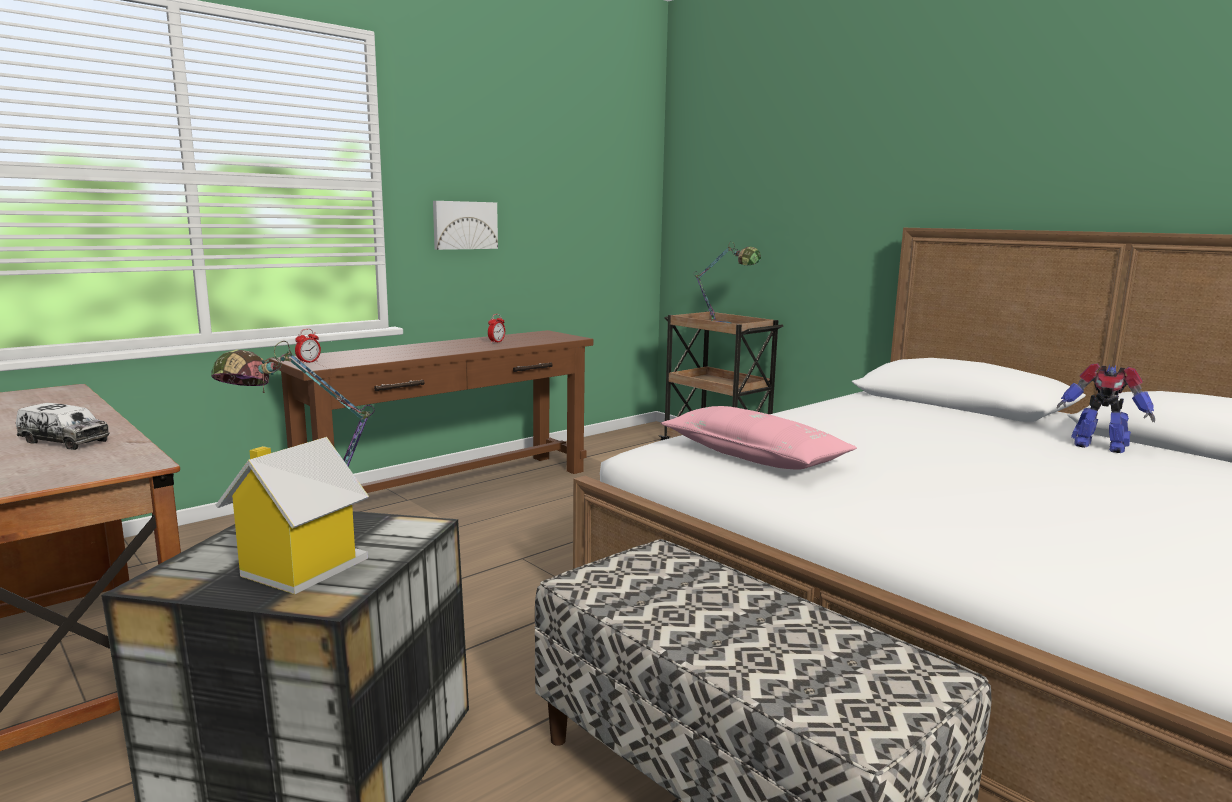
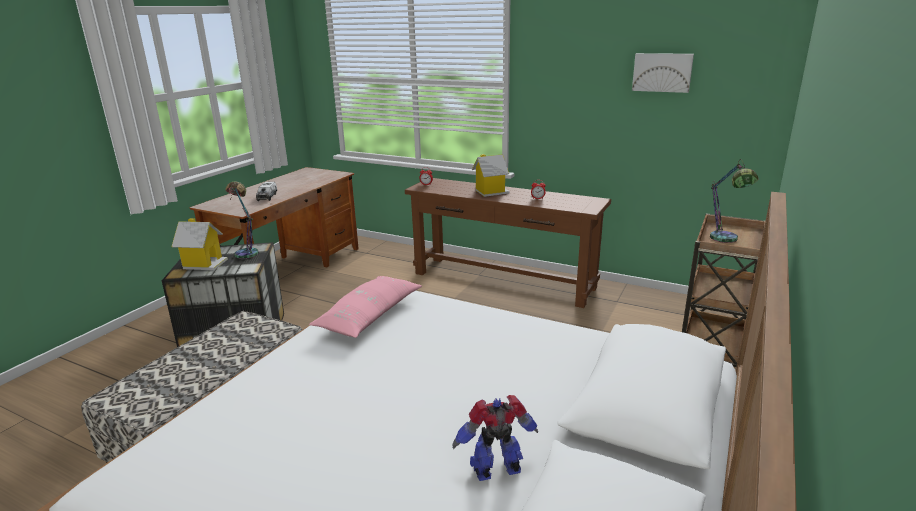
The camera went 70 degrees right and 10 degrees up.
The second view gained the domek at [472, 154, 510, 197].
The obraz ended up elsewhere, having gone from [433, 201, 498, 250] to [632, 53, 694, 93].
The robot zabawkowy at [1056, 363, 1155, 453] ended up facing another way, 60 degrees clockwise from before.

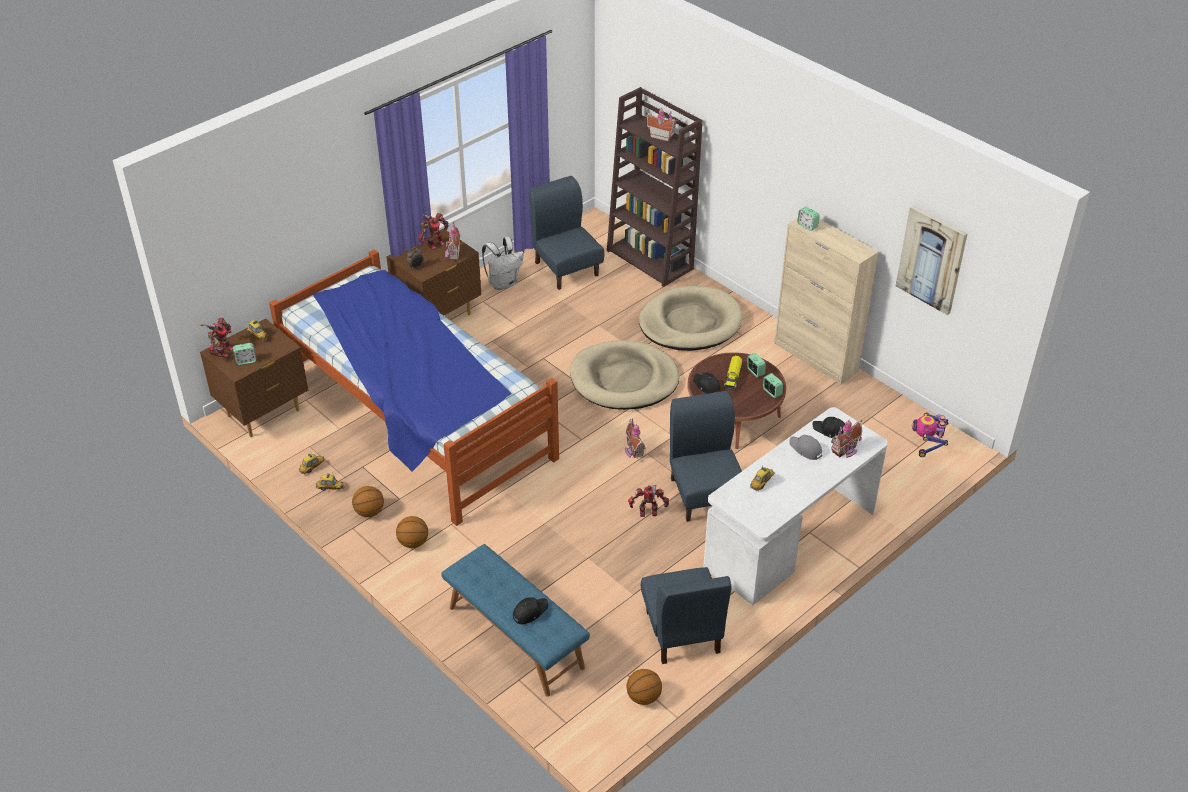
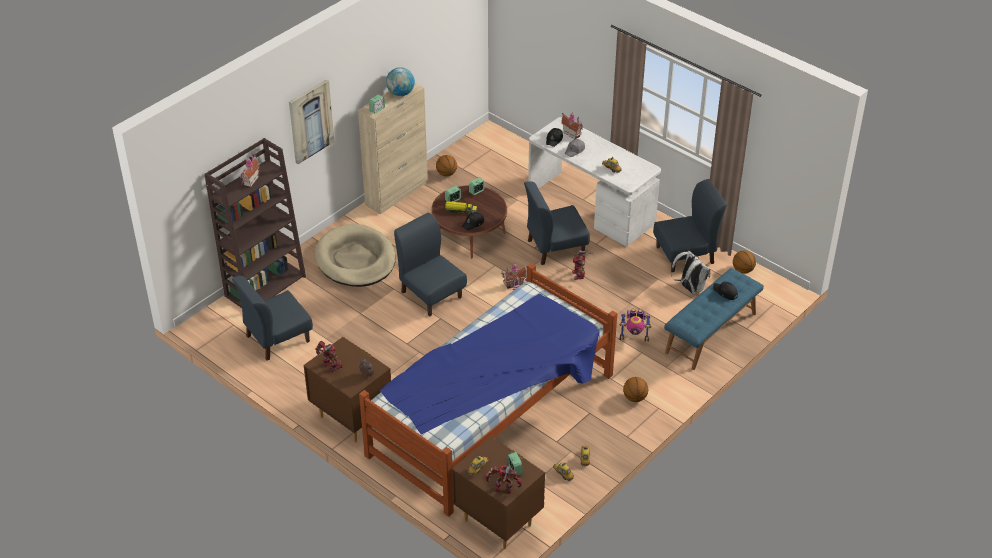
The camera went 95 degrees left and 0 degrees up.
The second view lost the domek at [445, 221, 460, 259].
The second view gained the globus at [386, 67, 415, 96].
The piłka do koszykówki ended up elsewhere, having gone from [352, 486, 384, 517] to [436, 155, 457, 176].
The plecak (biały) ended up elsewhere, having gone from [482, 237, 524, 290] to [671, 251, 710, 295].
The obraz ended up elsewhere, having gone from [896, 205, 967, 315] to [289, 80, 334, 164].
The robot zabawkowy ended up elsewhere, having gone from [912, 413, 948, 457] to [619, 309, 652, 342].
Where the legowisko (beżowy) stood at [570, 340, 679, 410], the krzesło (niebieski) came to stand at [394, 213, 467, 316].

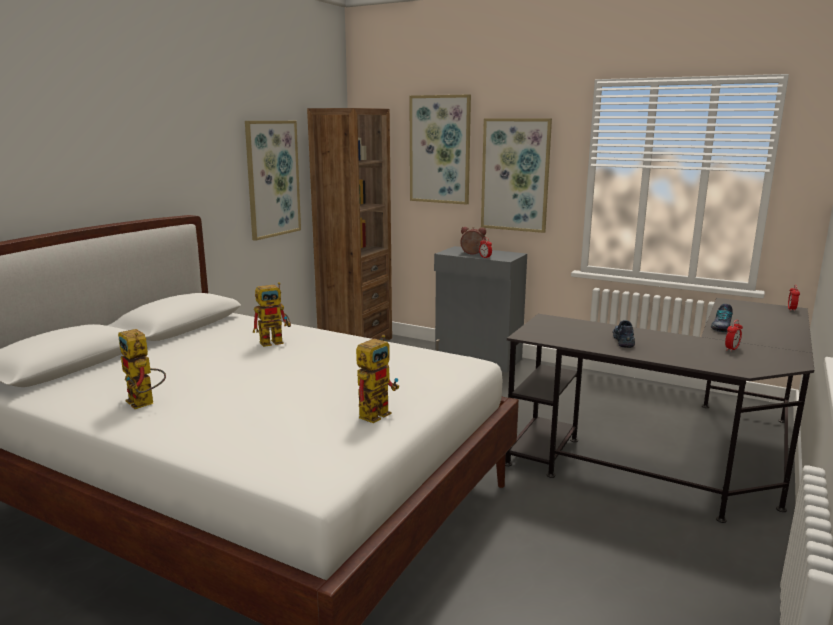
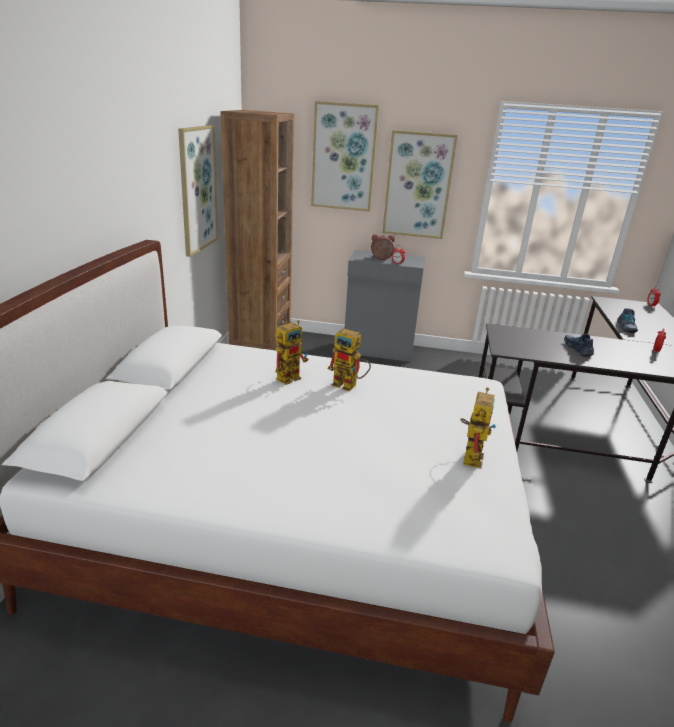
The camera went 20 degrees left and 10 degrees up.
The robot zabawkowy ended up elsewhere, having gone from [118, 329, 166, 409] to [328, 328, 371, 391].

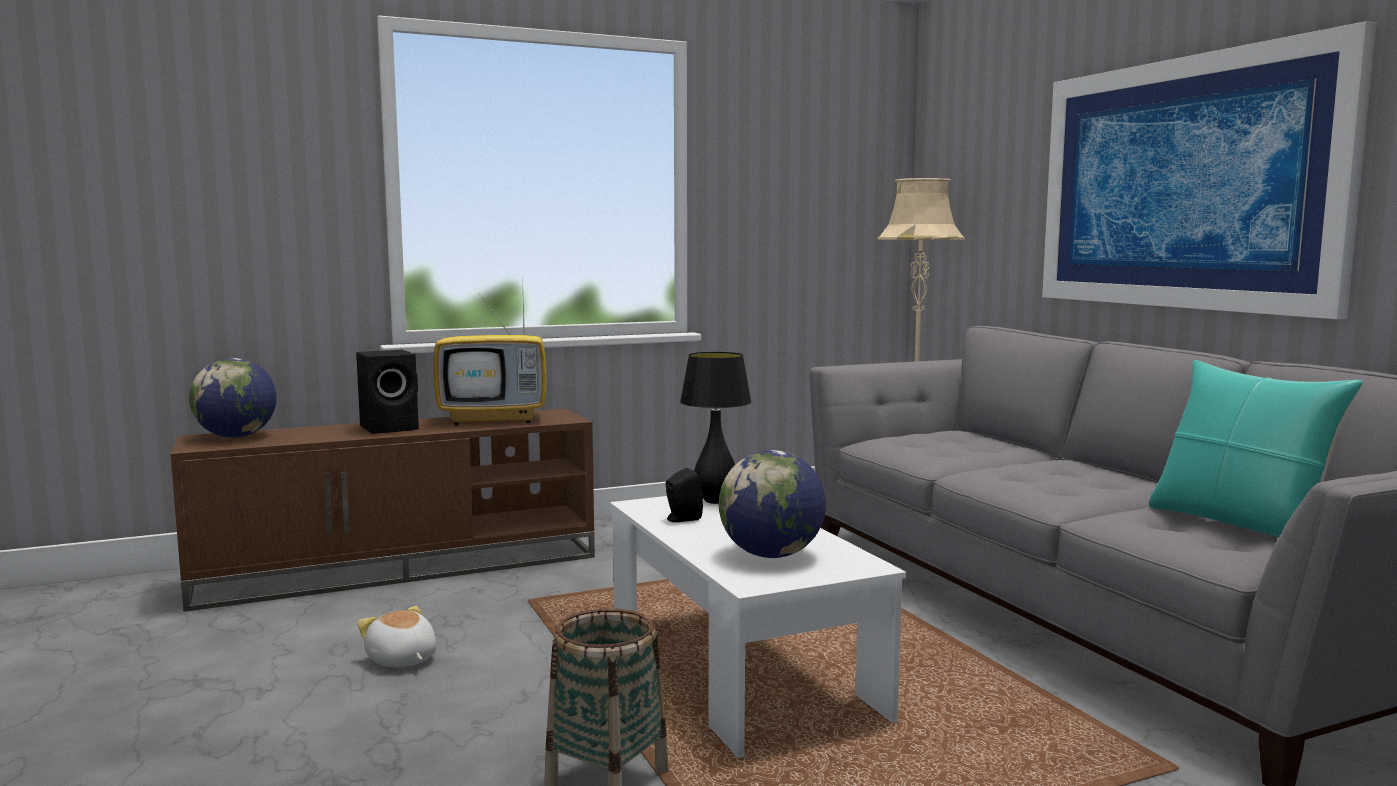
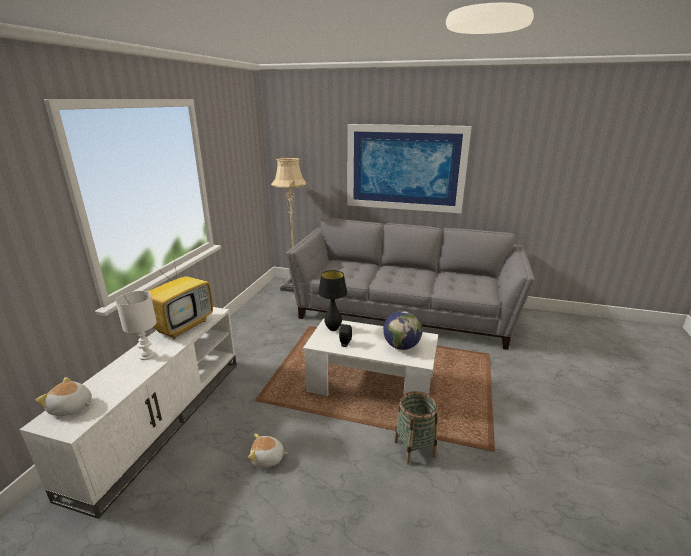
The camera went 50 degrees left and 15 degrees up.
The second view lost the poduszka (turkusowy) at [1149, 360, 1362, 538].
Where the globus stood at [189, 358, 277, 438], the pluszak came to stand at [36, 377, 92, 416].
Where the głośnik (czarny) stood at [356, 350, 419, 434], the lampa stołowa (biały) came to stand at [115, 291, 157, 360].
What was the szafka pod telewizor (brązowy) at [171, 409, 595, 612] turned into the szafka pod telewizor (biały) at [19, 307, 237, 519].

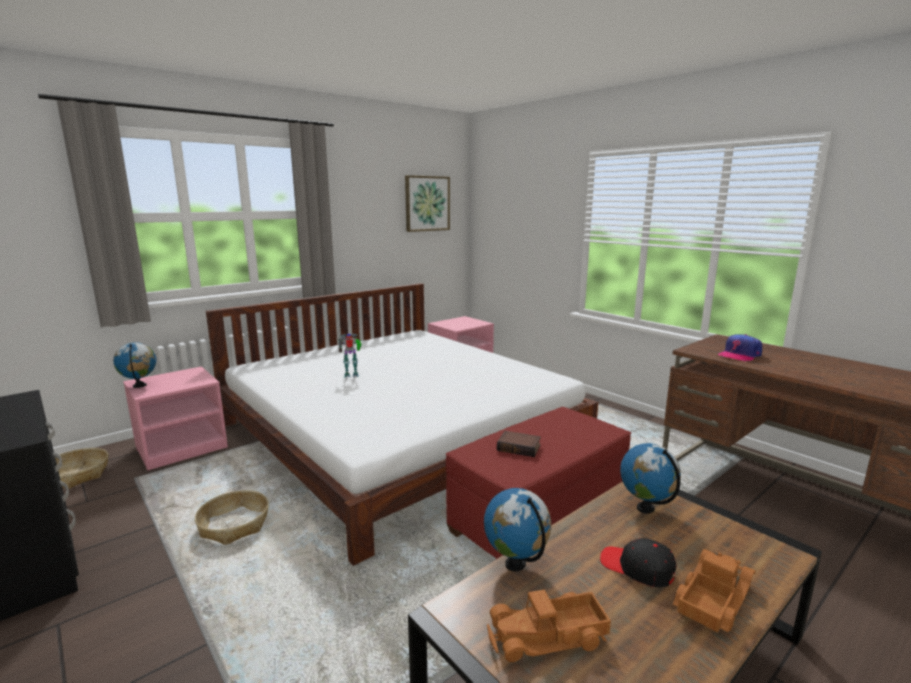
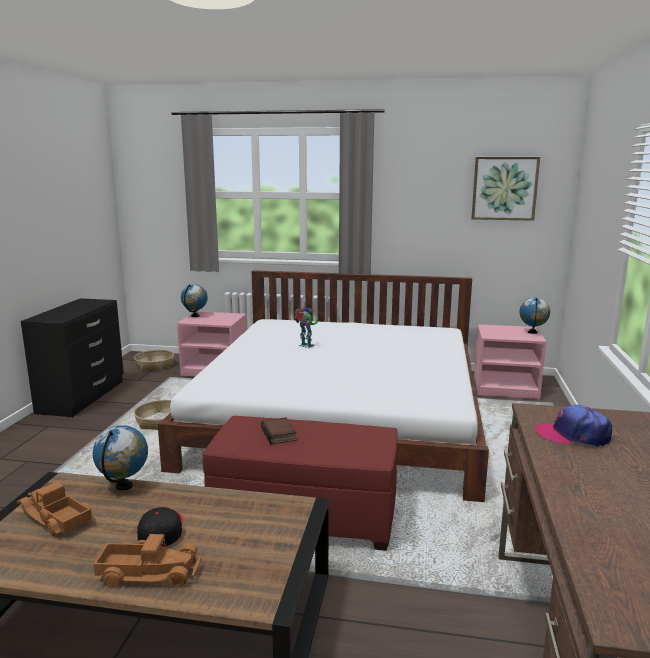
The camera went 50 degrees right and 0 degrees up.
The globus ended up elsewhere, having gone from [620, 443, 681, 514] to [520, 298, 550, 334].

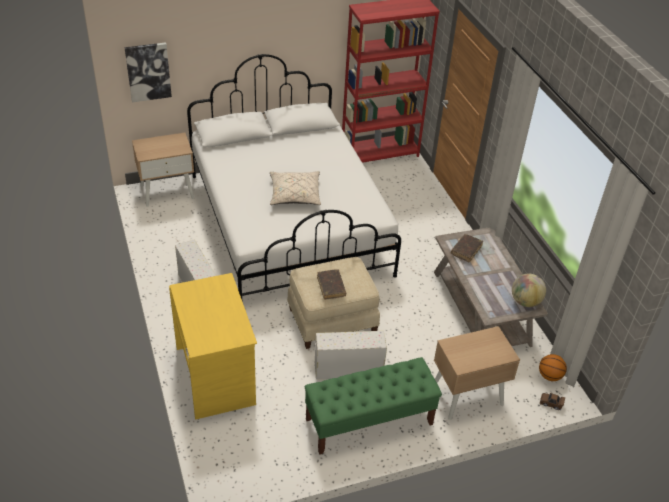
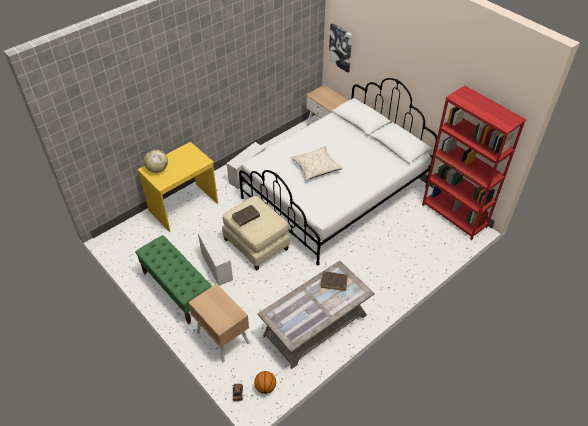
The camera went 70 degrees right and 5 degrees up.
The globus ended up elsewhere, having gone from [512, 274, 546, 307] to [144, 149, 168, 173].

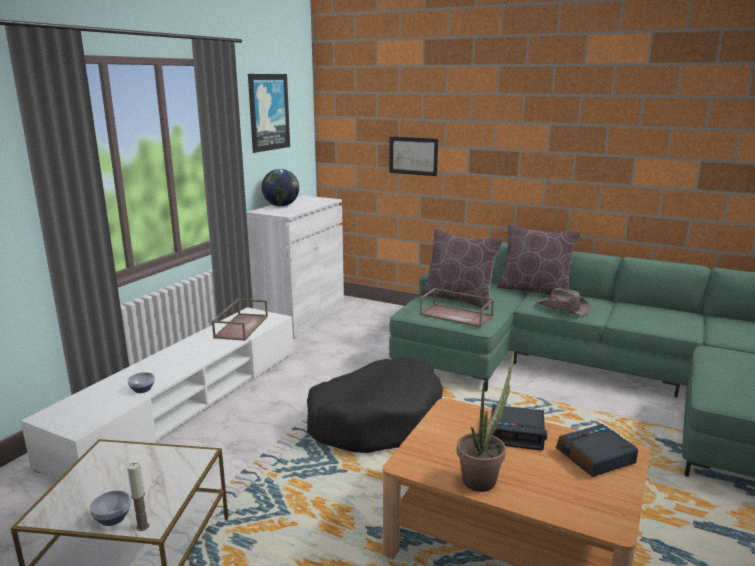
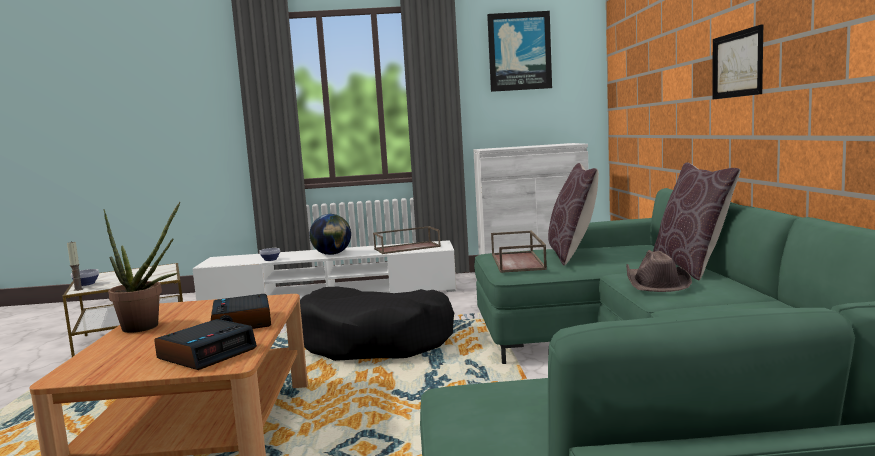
The camera went 60 degrees right and 10 degrees down.
The globus ended up elsewhere, having gone from [262, 169, 299, 206] to [309, 214, 351, 255].
The obraz ended up elsewhere, having gone from [389, 137, 438, 176] to [712, 24, 763, 99].
The budzik at [556, 424, 638, 477] ended up facing another way, 90 degrees clockwise from before.

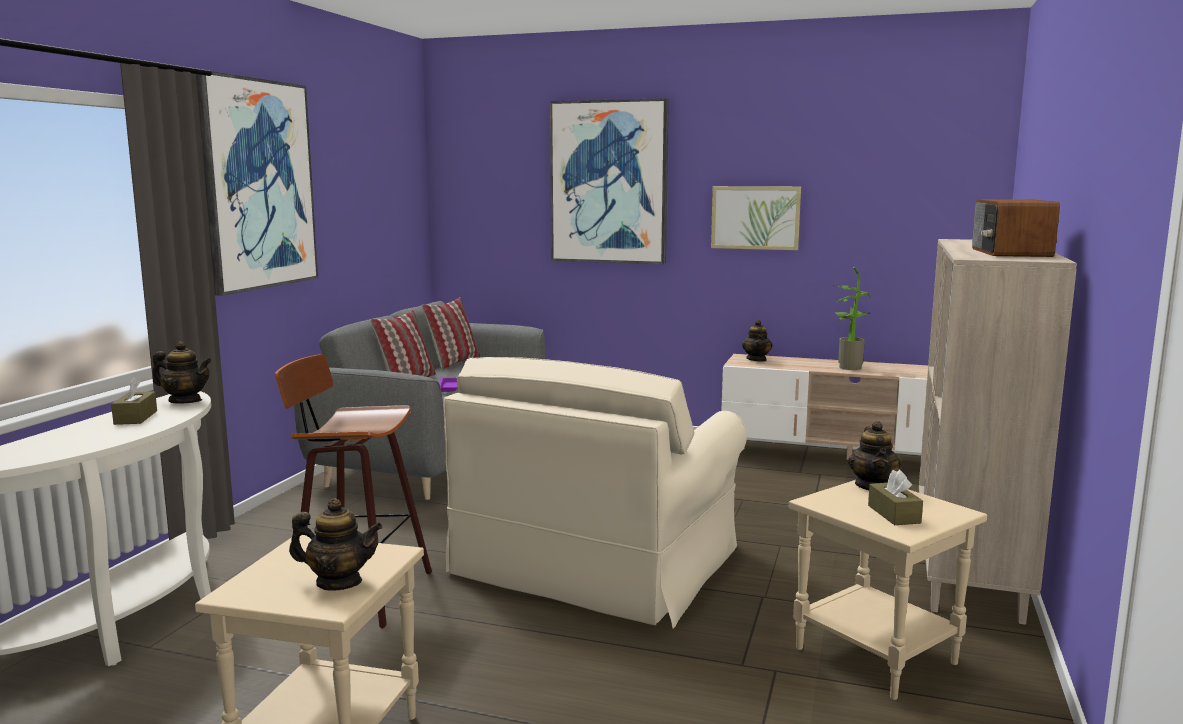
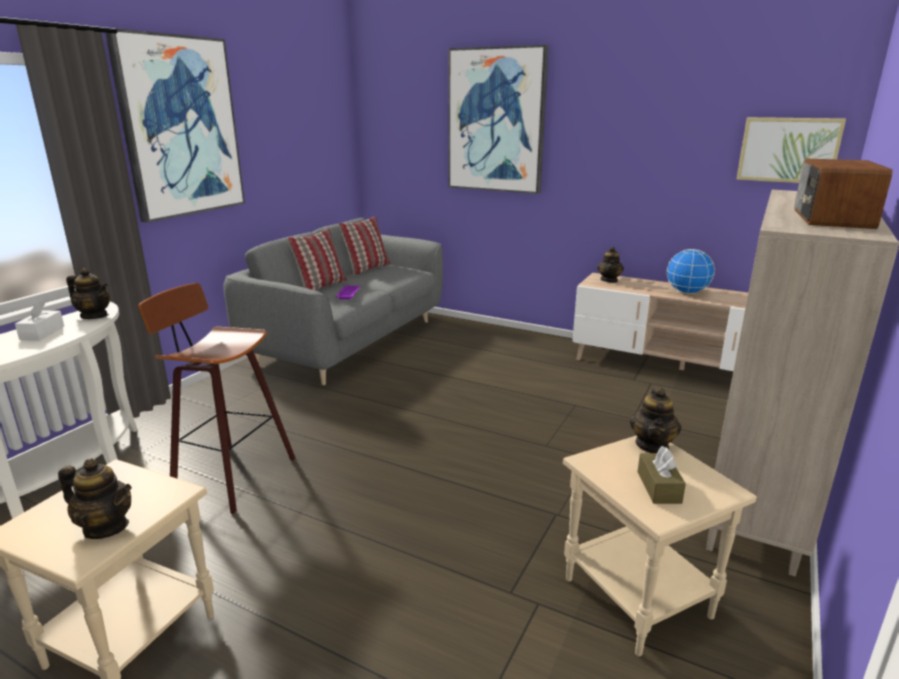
The camera went 10 degrees right and 10 degrees up.
The second view lost the fotel (beżowy) at [443, 357, 747, 629].
The obraz ended up elsewhere, having gone from [711, 186, 801, 250] to [736, 117, 846, 183].
Where the roślina doniczkowa stood at [835, 267, 872, 370], the globus came to stand at [667, 249, 715, 294].
What was the pudełko chusteczek (brązowy) at [111, 377, 157, 425] turned into the pudełko chusteczek (biały) at [15, 301, 64, 340].

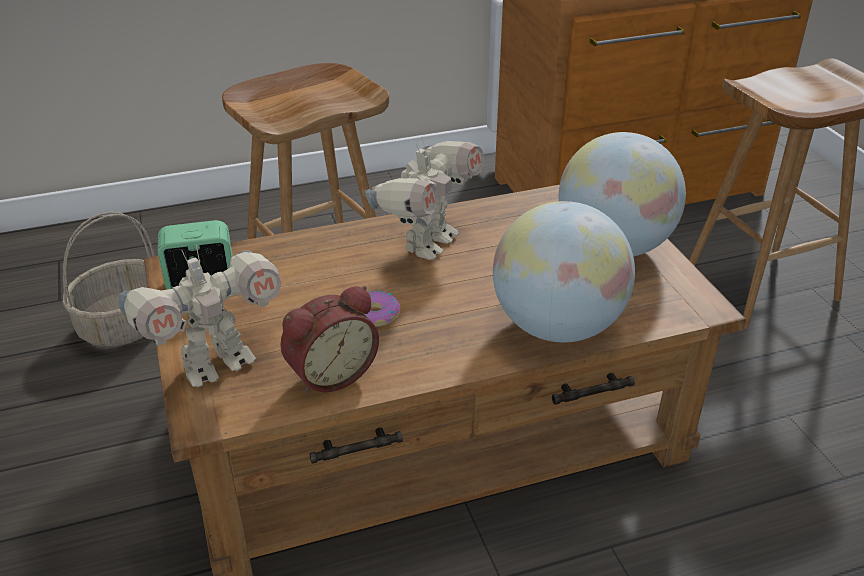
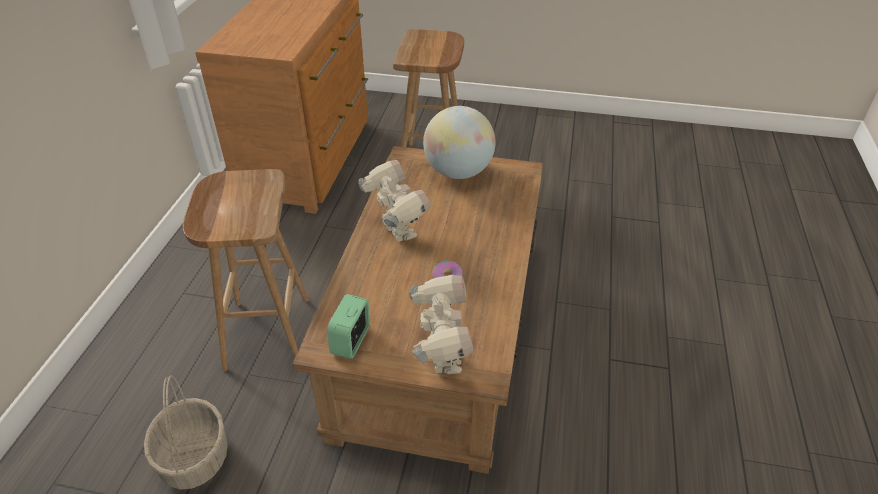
The camera went 60 degrees left and 5 degrees up.
The second view lost the budzik at [280, 286, 379, 394].
The second view lost the globus at [493, 201, 635, 343].

